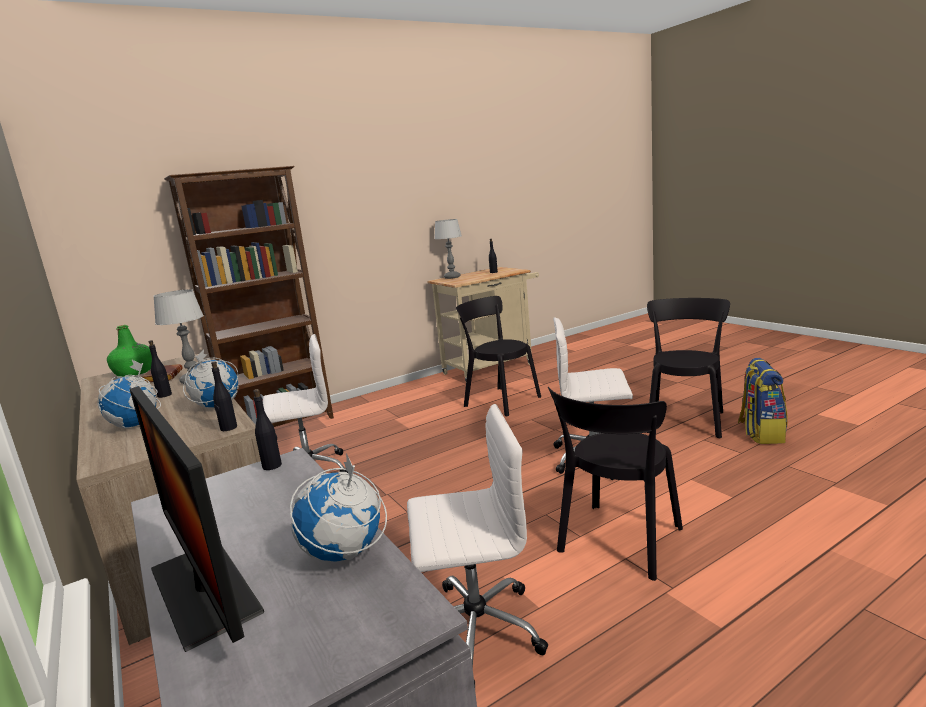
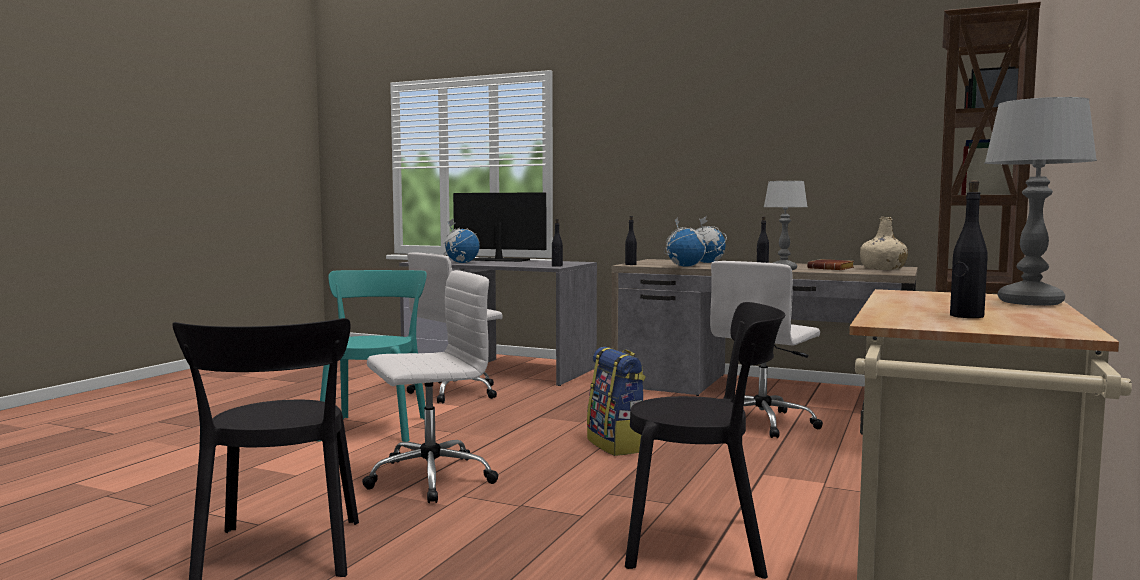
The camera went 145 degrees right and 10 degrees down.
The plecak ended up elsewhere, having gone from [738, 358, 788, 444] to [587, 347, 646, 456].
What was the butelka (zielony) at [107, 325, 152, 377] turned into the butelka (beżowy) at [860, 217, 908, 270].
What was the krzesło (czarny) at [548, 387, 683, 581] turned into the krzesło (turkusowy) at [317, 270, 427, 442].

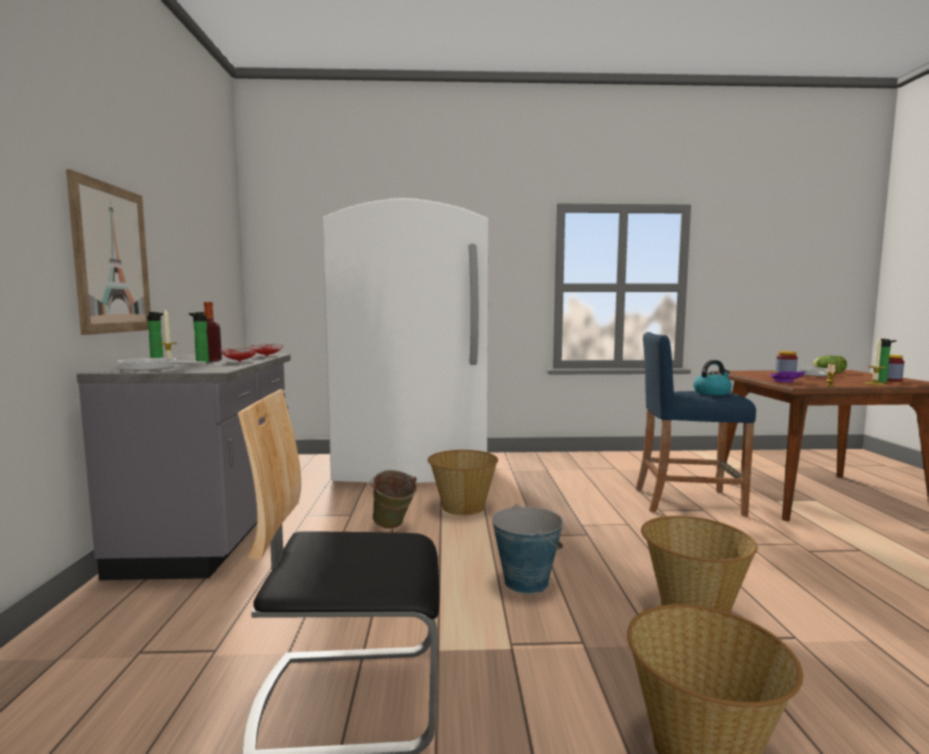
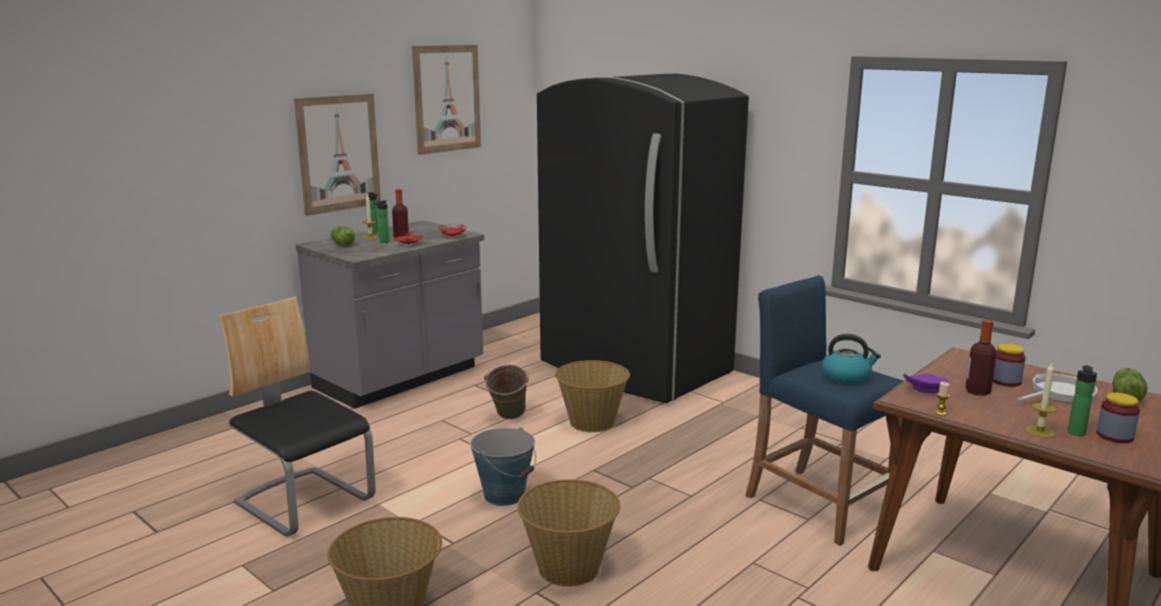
The camera went 45 degrees right and 10 degrees up.
The second view gained the obraz at [412, 45, 481, 155].
The second view gained the butelka at [965, 319, 997, 396].
Where the patelnia stood at [117, 358, 206, 371], the sałata came to stand at [331, 226, 355, 247].
What was the lodówka (biały) at [322, 198, 489, 483] turned into the lodówka (czarny) at [537, 74, 749, 403].

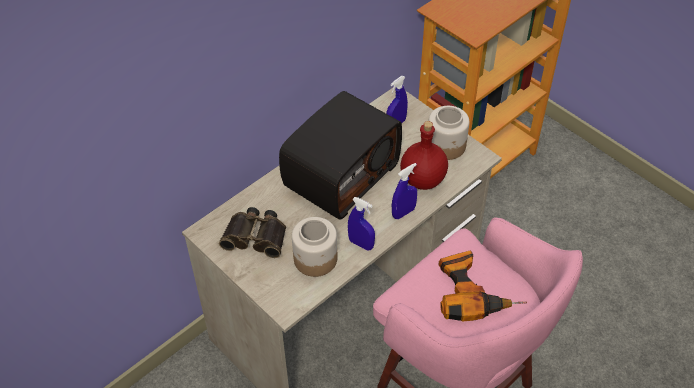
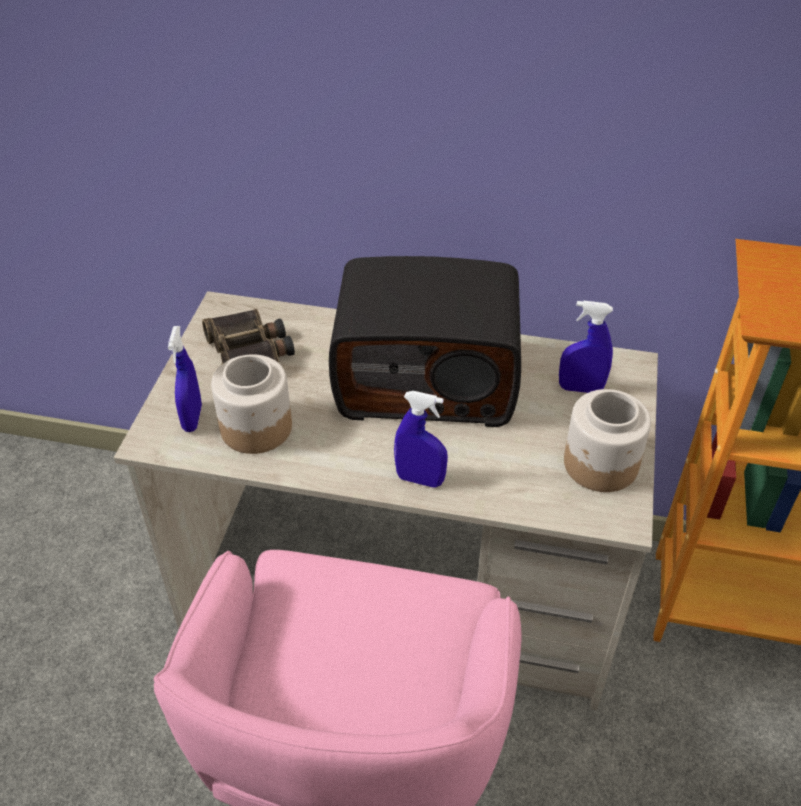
The camera went 55 degrees right and 5 degrees down.
The second view lost the butelka (czerwony) at [400, 121, 448, 190].
The second view lost the wiertarka at [438, 251, 527, 321].
The spryskiwacz (niebieski) ended up elsewhere, having gone from [348, 197, 375, 251] to [168, 326, 202, 432].

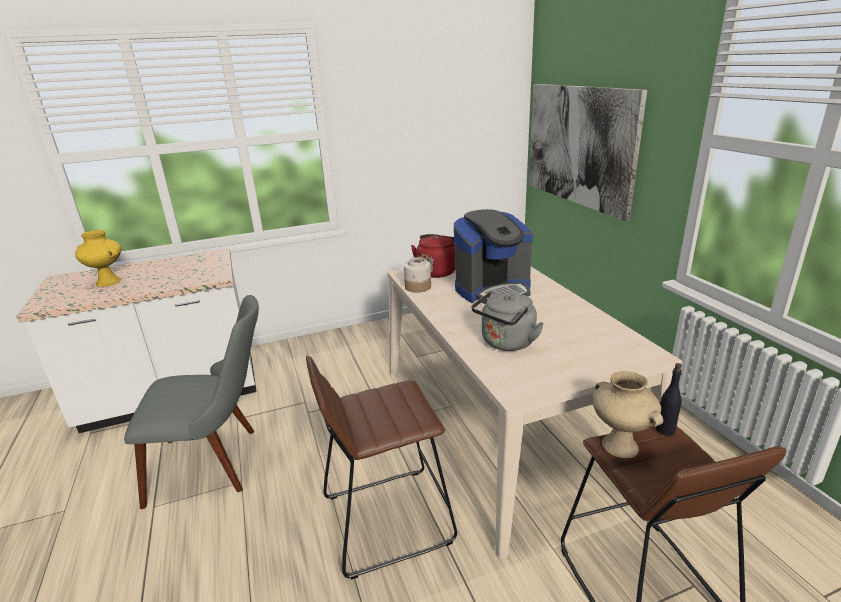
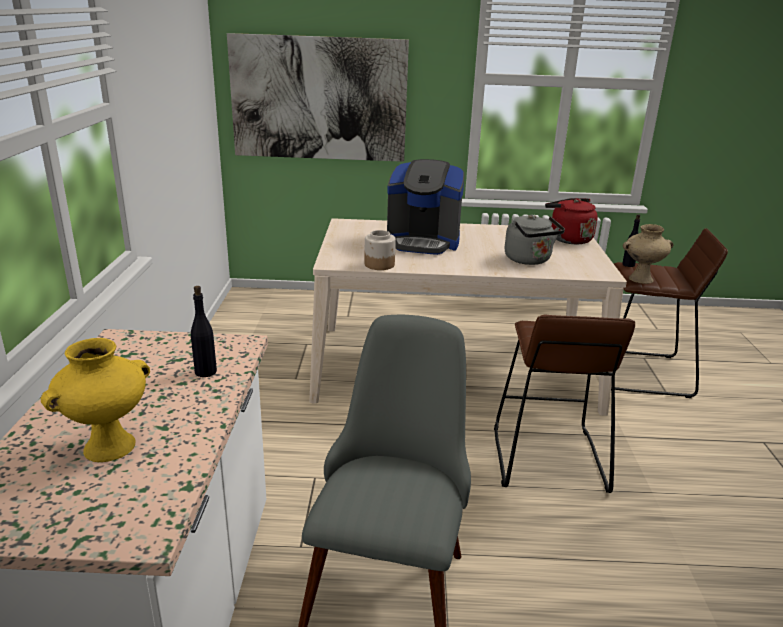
The camera went 70 degrees left and 0 degrees up.
The second view gained the butelka (czarny) at [191, 286, 217, 377].
The czajnik (czerwony) ended up elsewhere, having gone from [411, 234, 455, 278] to [545, 198, 598, 244].
The ekspres do kawy at [454, 209, 533, 304] ended up facing another way, 105 degrees clockwise from before.

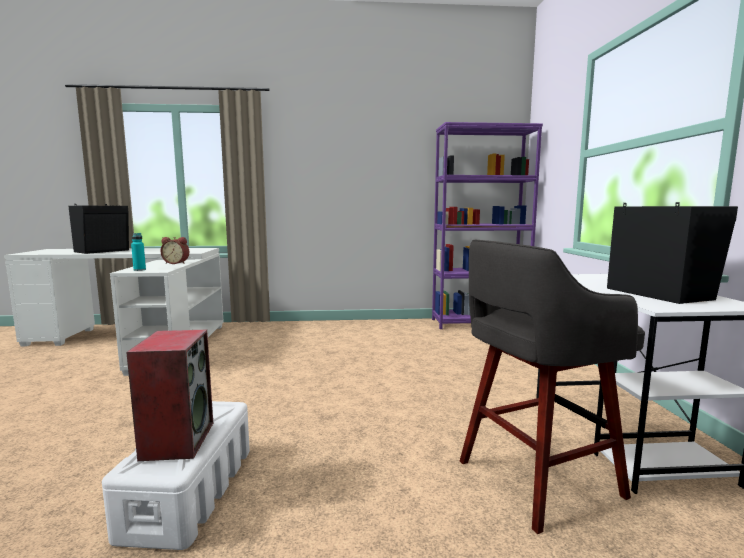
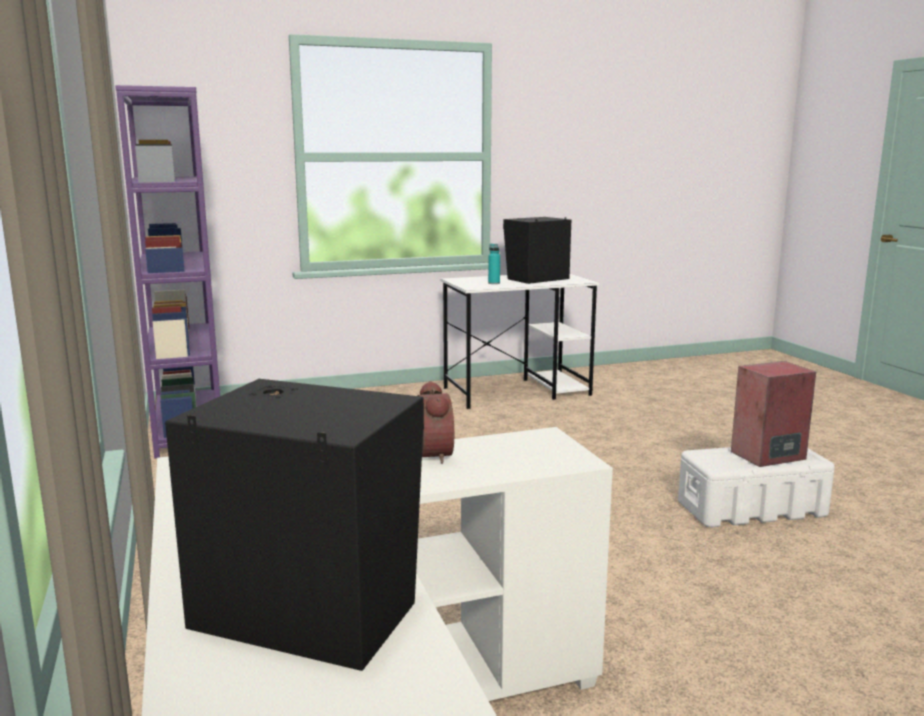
The camera went 105 degrees left and 5 degrees up.
The second view lost the stołek (szary) at [460, 240, 645, 534].
The butelka (turkusowy) ended up elsewhere, having gone from [131, 233, 146, 271] to [488, 244, 500, 284].

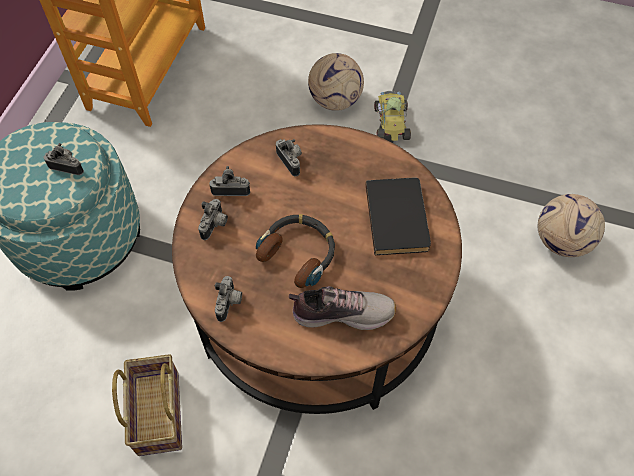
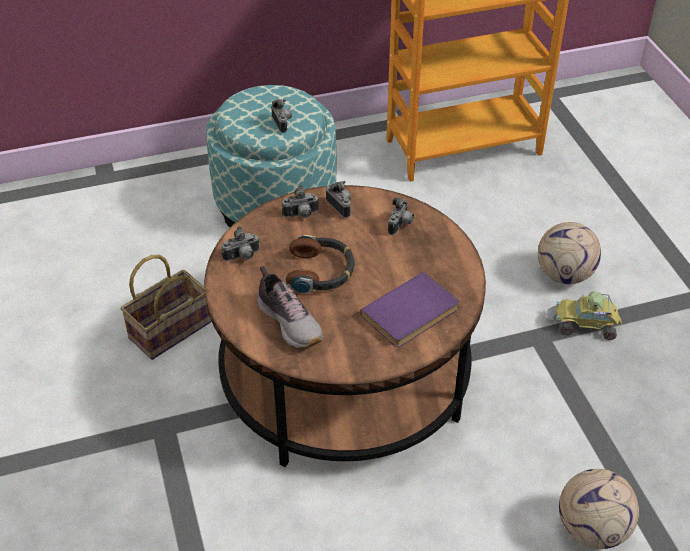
The camera went 55 degrees right and 15 degrees down.
What was the książka (czarny) at [365, 177, 431, 255] turned into the książka (fioletowy) at [360, 272, 459, 347].
The samochodzik at [374, 91, 411, 141] ended up facing another way, 135 degrees counterclockwise from before.

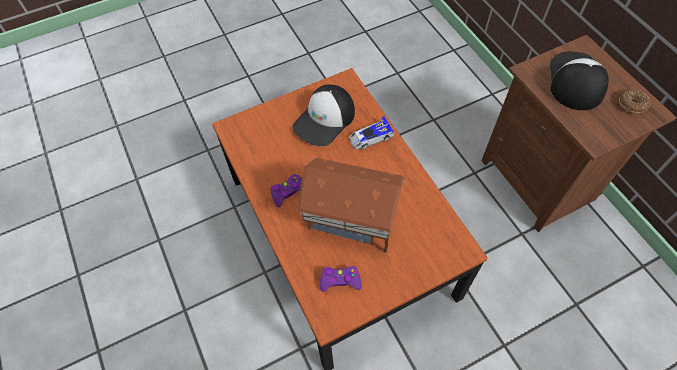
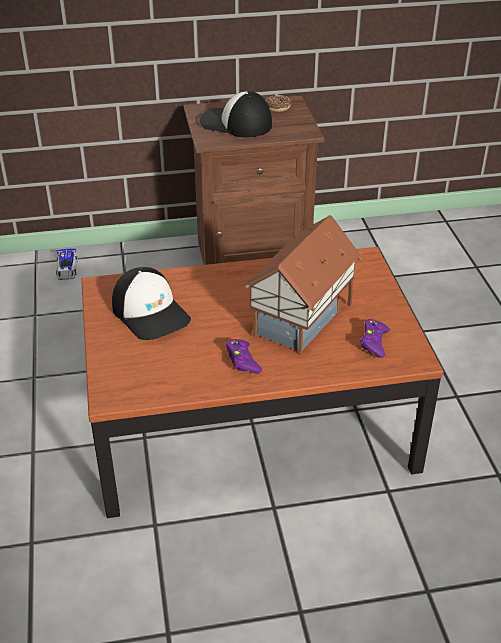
The camera went 75 degrees left and 20 degrees down.
The samochodzik ended up elsewhere, having gone from [349, 116, 394, 150] to [56, 249, 78, 280].

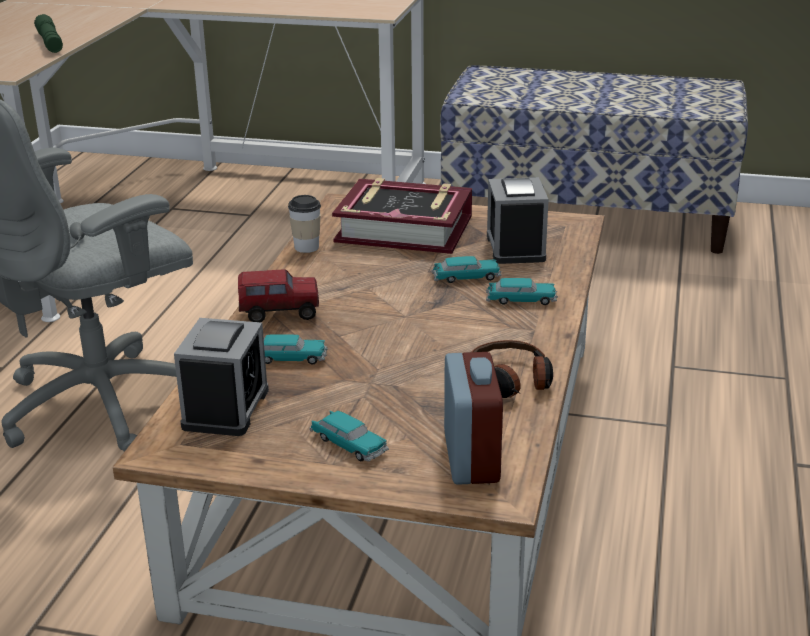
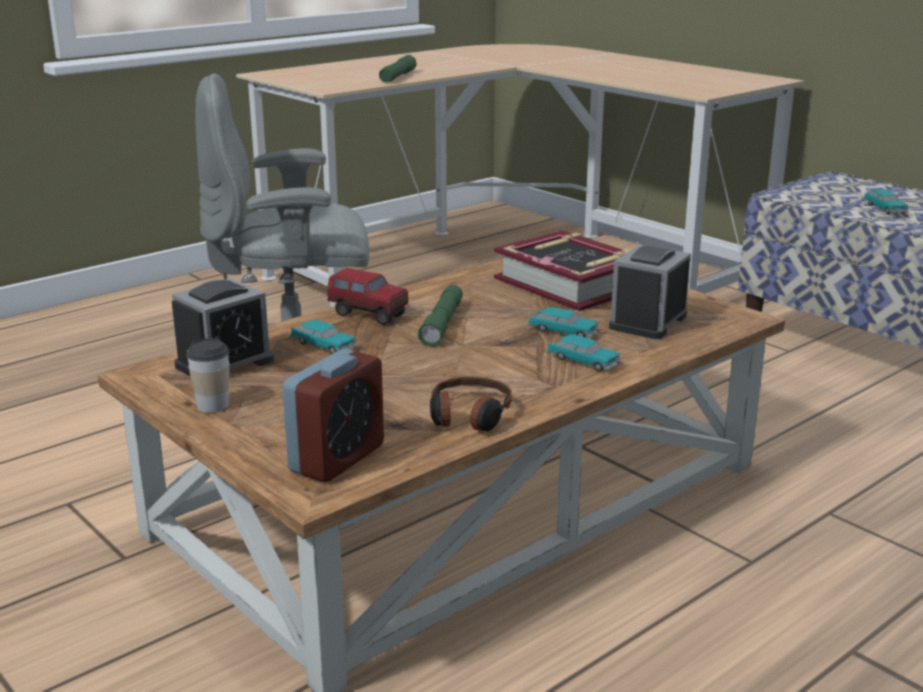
The camera went 35 degrees right and 5 degrees down.
The second view gained the latarka (zielony) at [418, 285, 463, 347].
The filiżanka ended up elsewhere, having gone from [288, 195, 321, 253] to [186, 338, 229, 413].
The samochodzik ended up elsewhere, having gone from [309, 411, 389, 462] to [863, 189, 909, 214].

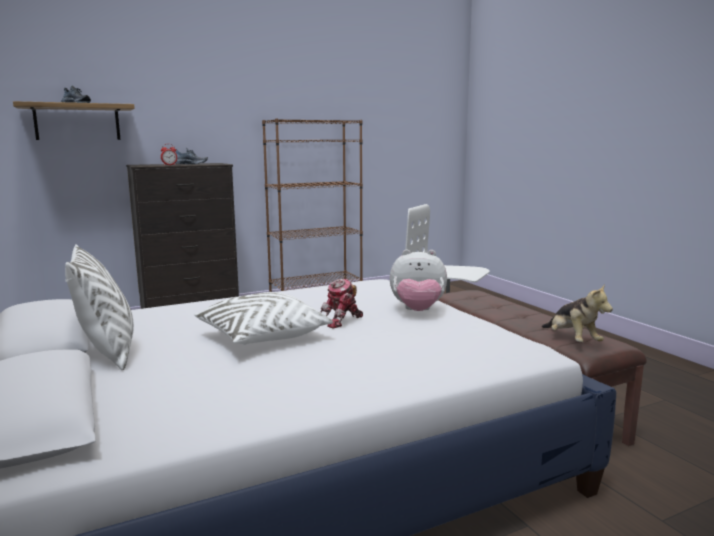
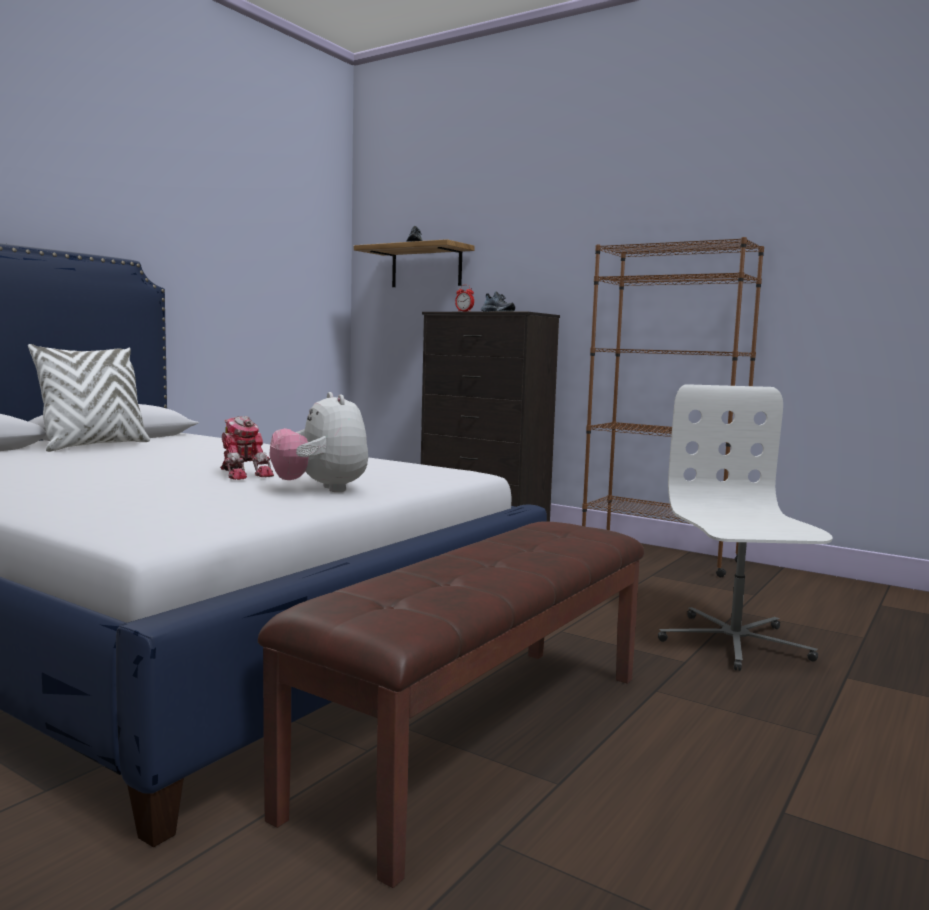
The camera went 60 degrees right and 5 degrees down.
The second view lost the poduszka (biały) at [194, 292, 333, 345].
The second view lost the pluszak at [542, 284, 613, 342].
The robot zabawkowy at [320, 279, 363, 329] ended up facing another way, 150 degrees counterclockwise from before.

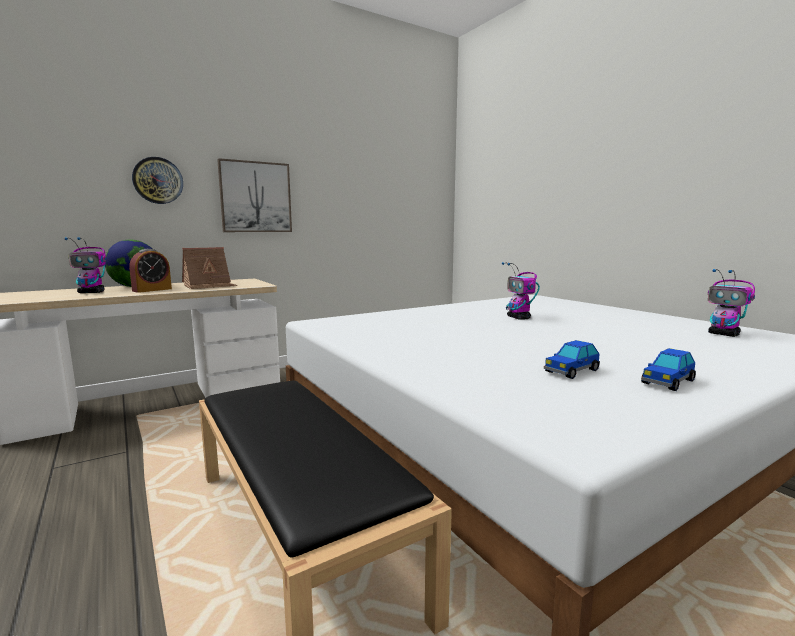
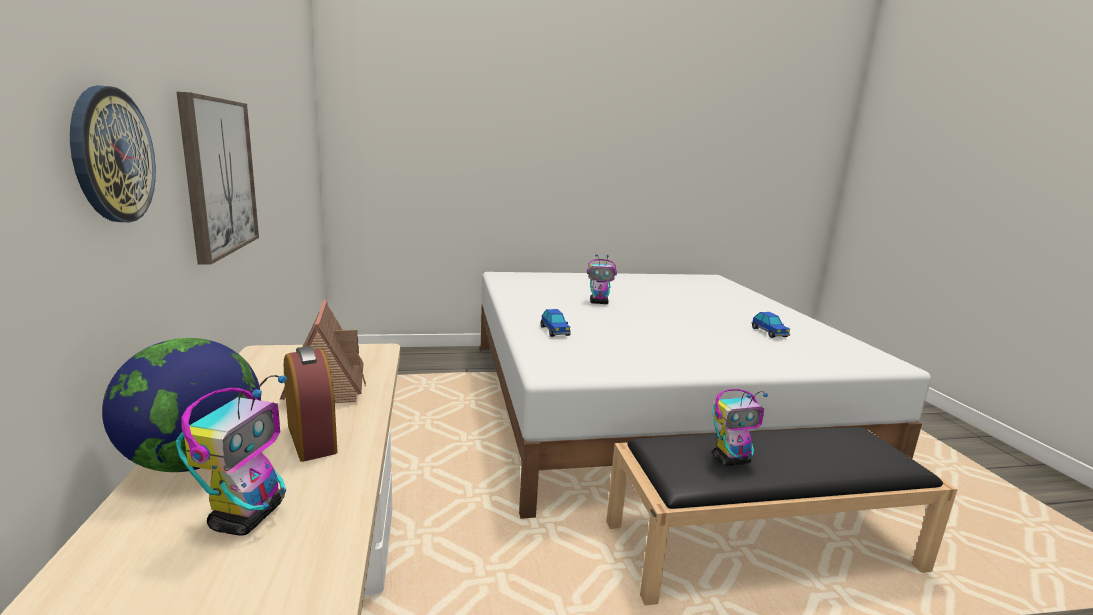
The camera went 70 degrees left and 5 degrees up.
The samochodzik ended up elsewhere, having gone from [641, 348, 696, 391] to [541, 309, 571, 337].
The robot zabawkowy ended up elsewhere, having gone from [708, 269, 755, 337] to [712, 389, 768, 466].

